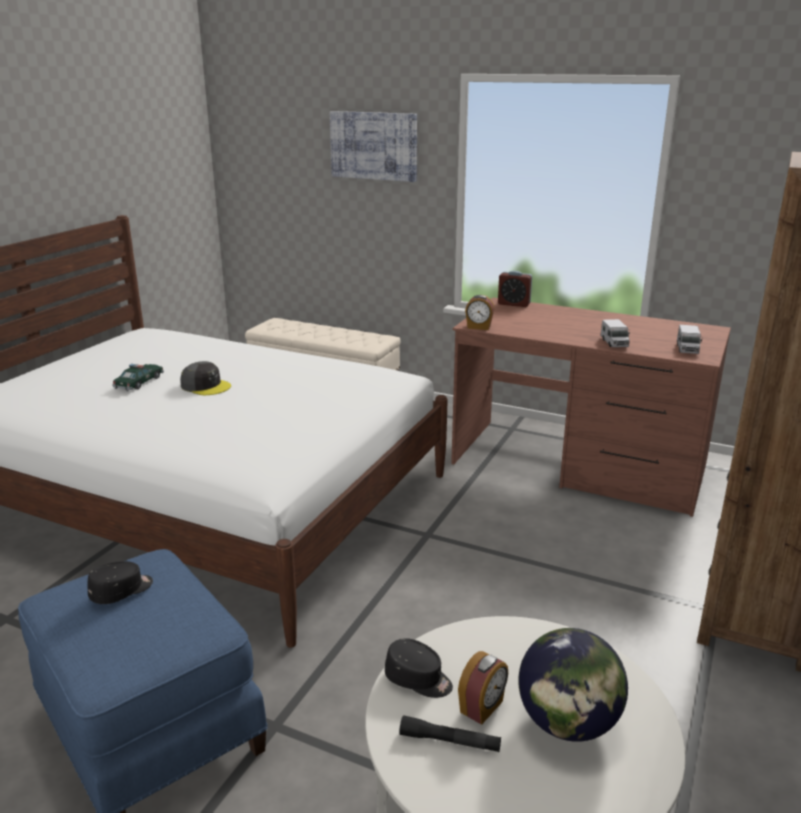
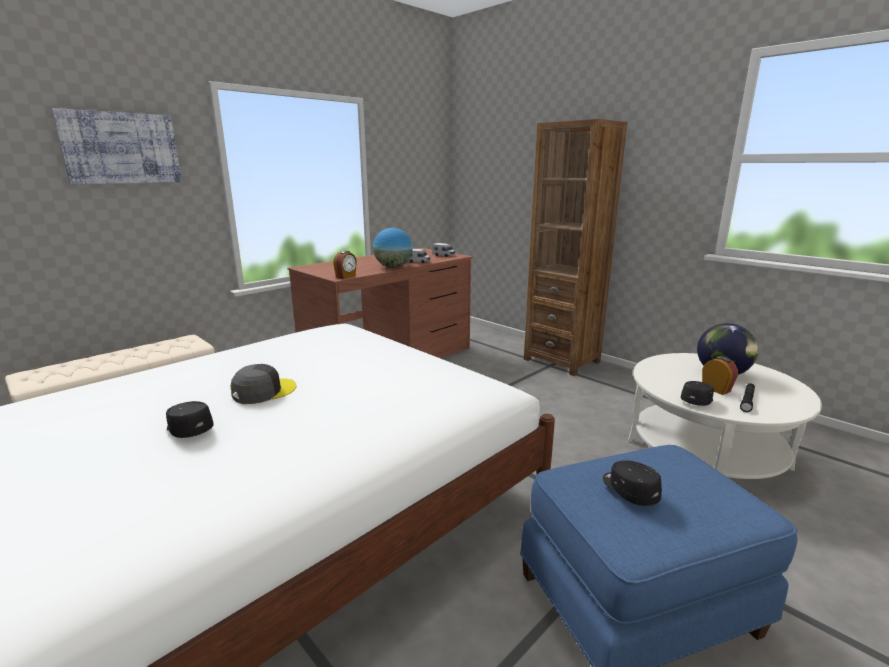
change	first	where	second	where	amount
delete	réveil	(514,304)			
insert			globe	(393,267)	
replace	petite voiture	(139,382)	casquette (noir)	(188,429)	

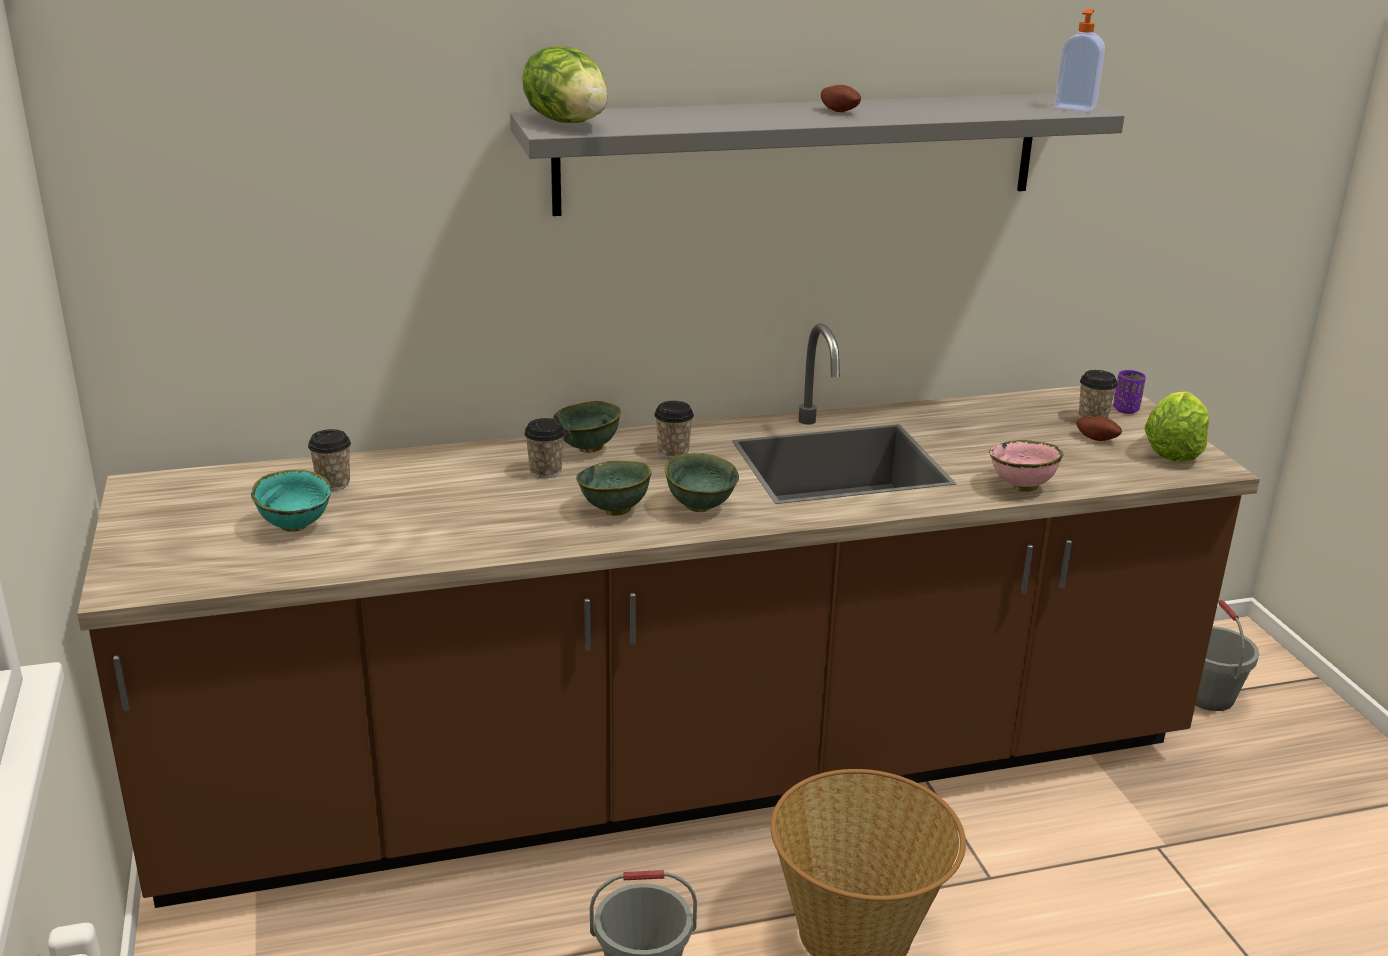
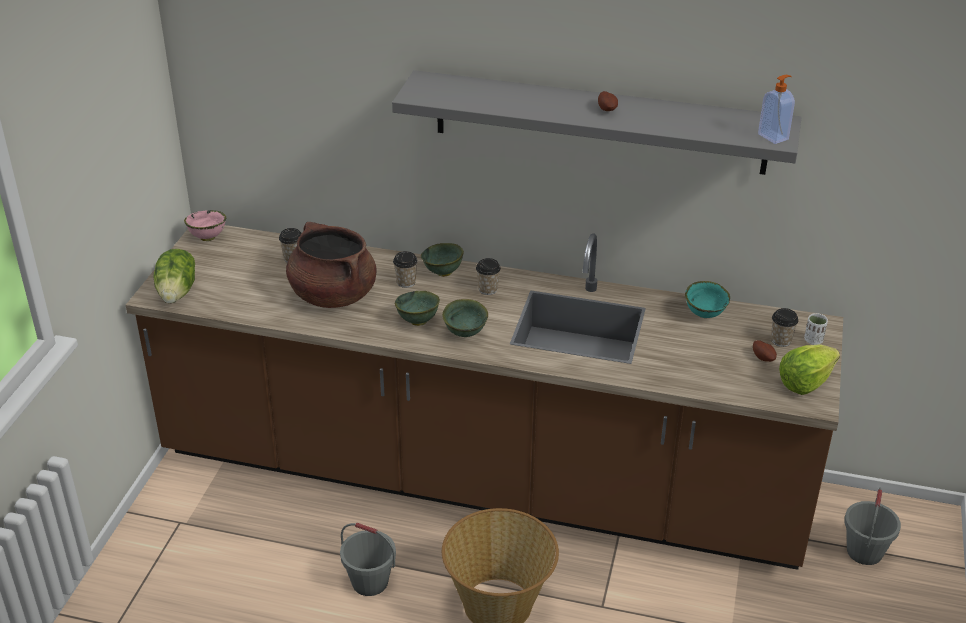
change	first	where	second	where	amount
insert			marmite (marron)	(332,295)	
move	bol (turquoise)	(296,526)		(705,314)	
move	laitue	(568,121)		(178,292)	
move	bol (rose)	(1021,487)		(207,237)	
recolor	tasse (violet)	(1126,409)	tasse (blanc)	(813,340)	

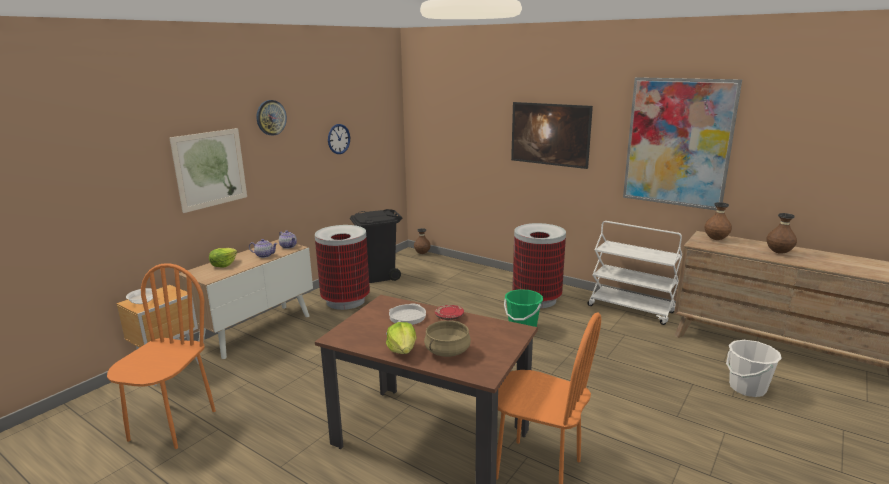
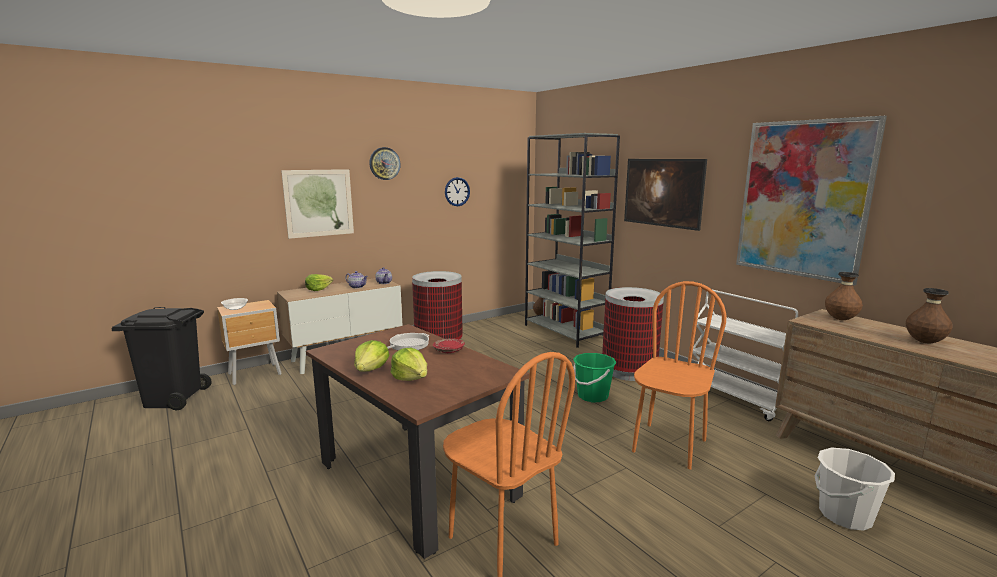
change	first	where	second	where	amount
insert			bibliothèque (gris)	(565,332)	
move	chaise (orange)	(172,425)		(668,445)	
move	poubelle (noir)	(378,276)		(174,398)	
replace	marmite (beige)	(447,351)	laitue	(411,378)	

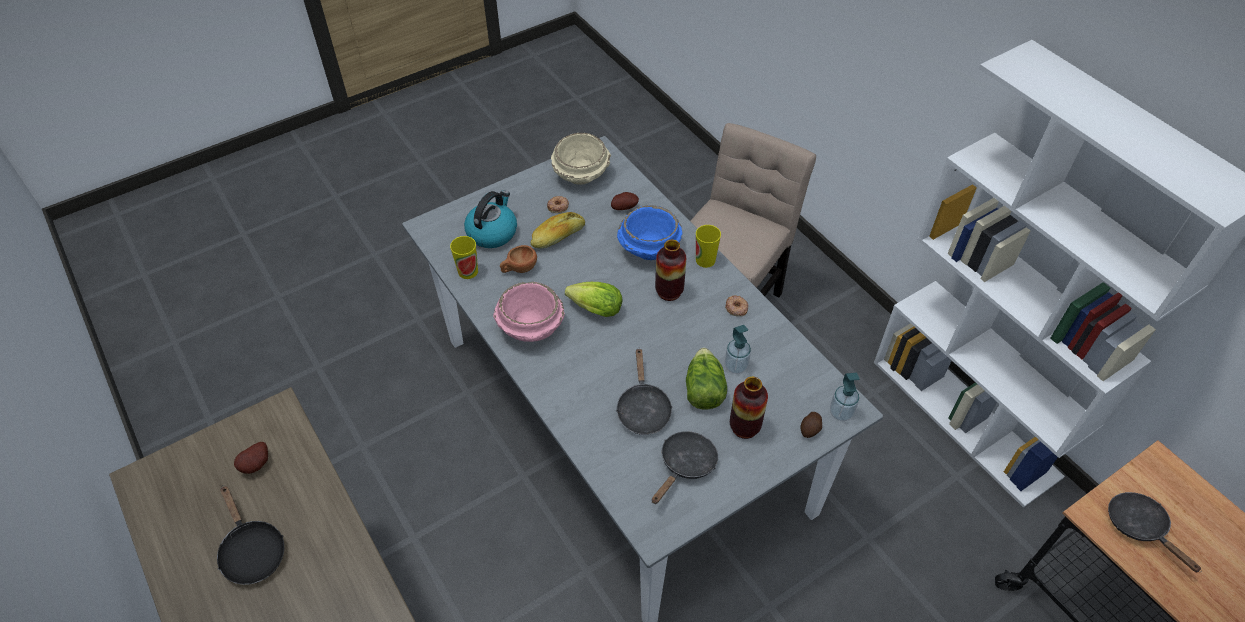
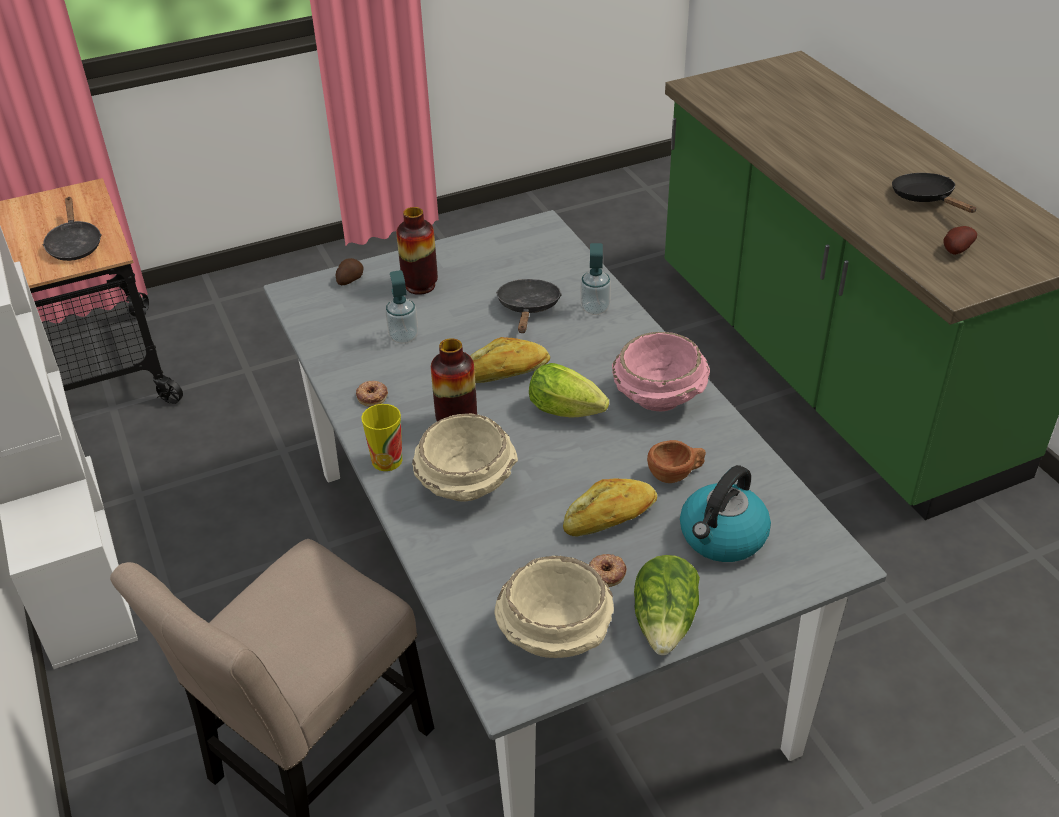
change	first	where	second	where	amount
delete	tasse	(468,271)			
delete	pomme de terre	(624,207)			
delete	poêle (noir)	(685,465)			
insert			pain	(506,373)	
move	laitue	(703,389)		(665,622)	
move	distributeur de savon	(841,413)		(595,308)	
recolor	bol (bleu)	(649,249)	bol (beige)	(467,484)	

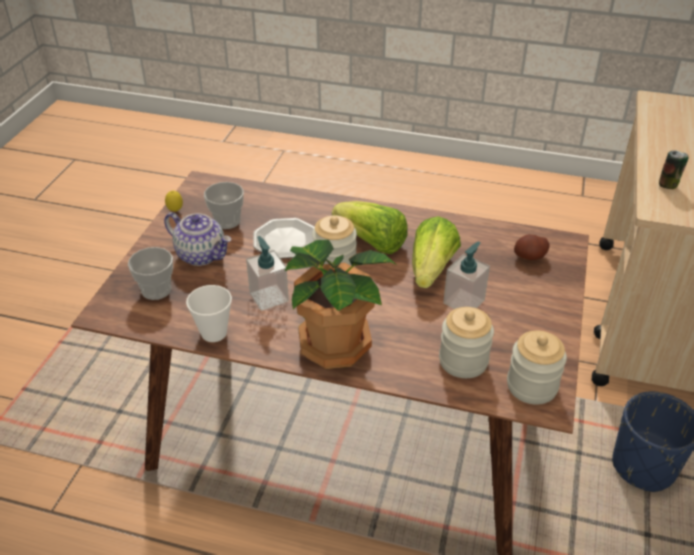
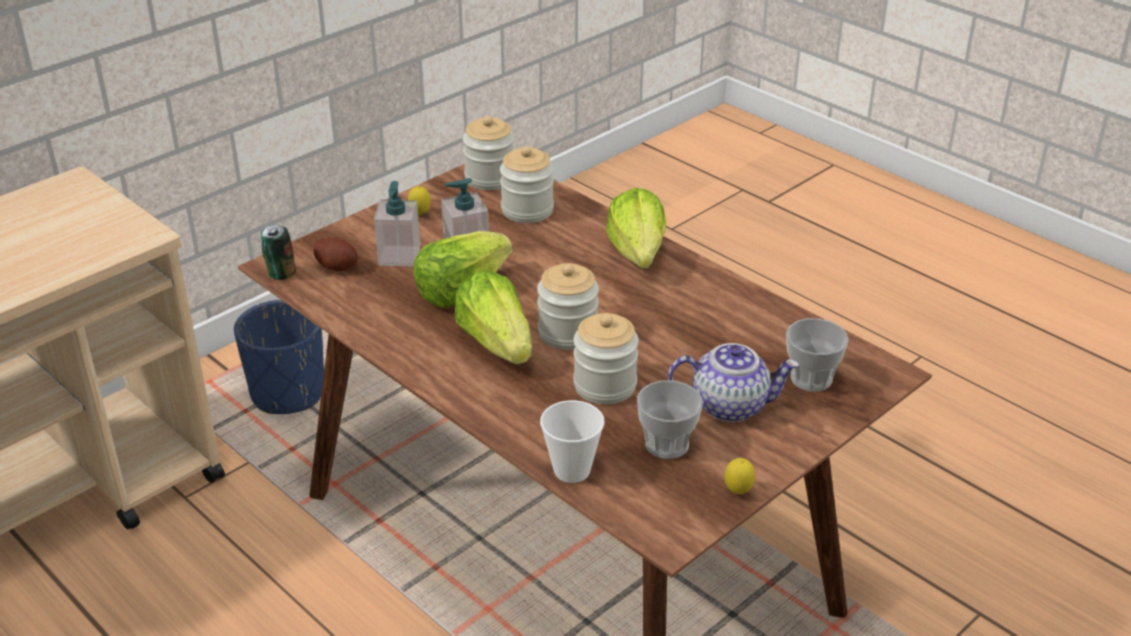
change	first	where	second	where	amount
insert			citron	(420,214)	
move	tasse	(214,333)		(572,470)	
move	distributeur de savon	(269,297)		(399,256)	
move	boîte métallique	(668,185)		(280,273)	
replace	assiette	(285,240)	bocal	(605,386)	
replace	plante en pot	(335,343)	laitue	(636,260)	
rotate	théière	(202,255)		(730,405)	120 degrees clockwise

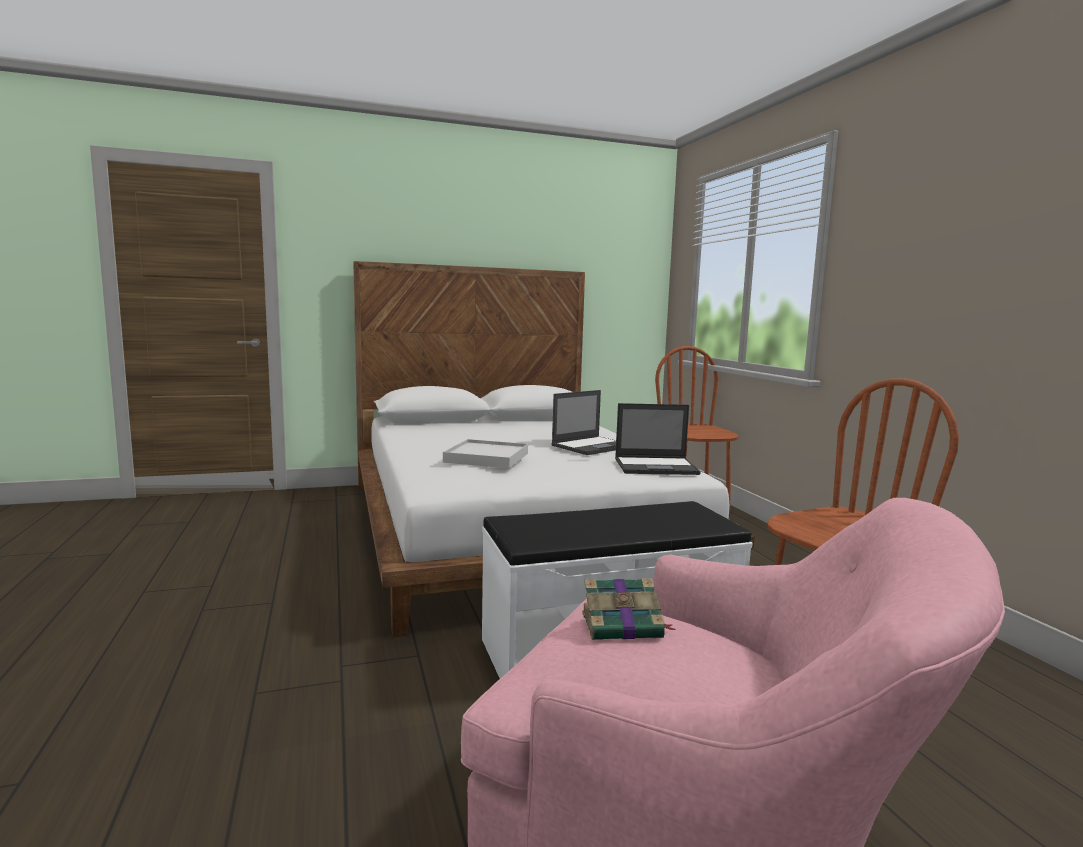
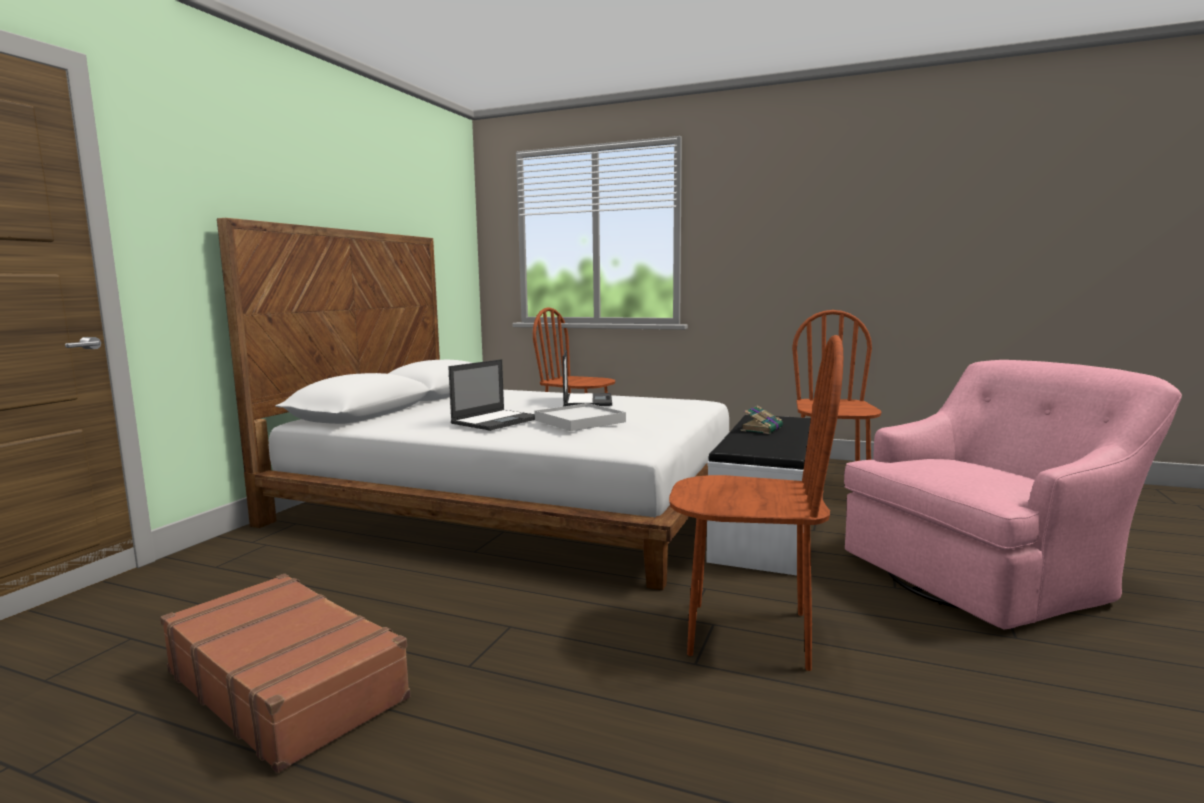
change	first	where	second	where	amount
insert			valise (marron)	(287,684)	
insert			chaise (marron)	(748,634)	
move	livre	(624,625)		(762,429)	
move	ordinateur portable	(656,466)		(497,420)	

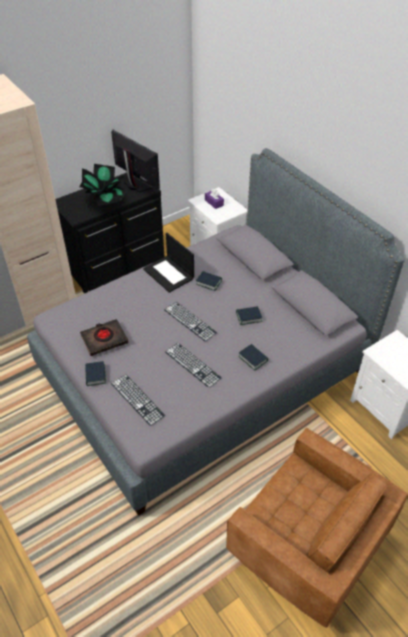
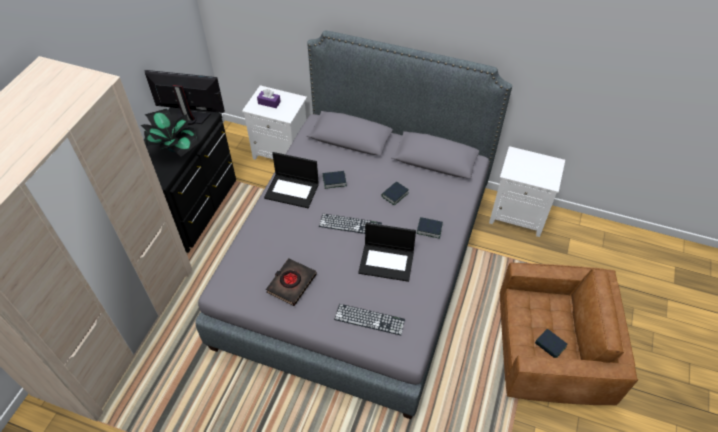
change	first	where	second	where	amount
move	livre	(95,375)		(550,345)	
replace	clavier	(193,365)	ordinateur portable	(387,262)	

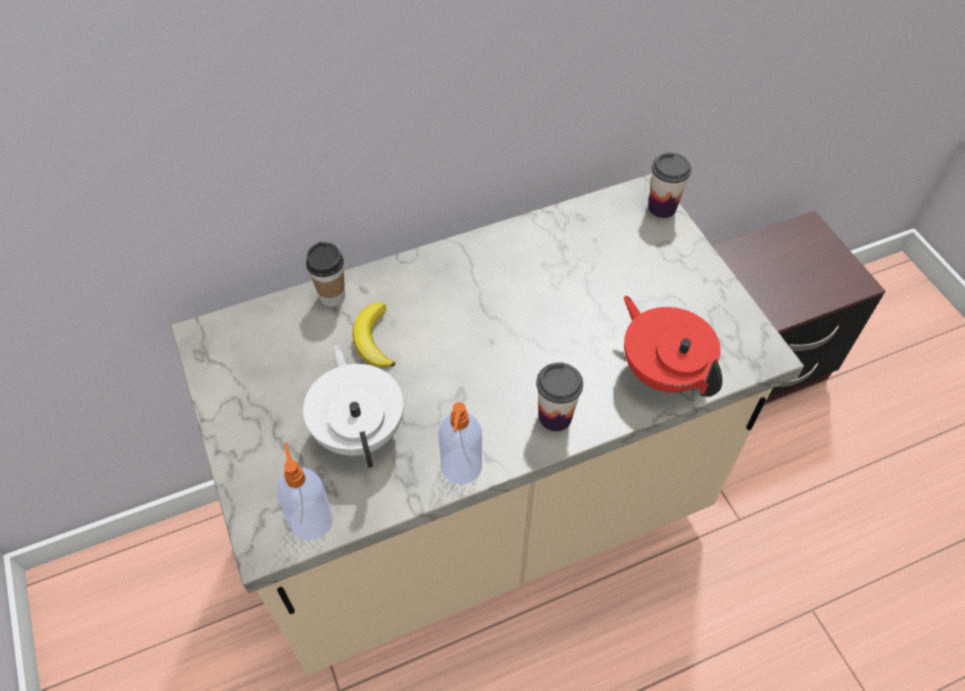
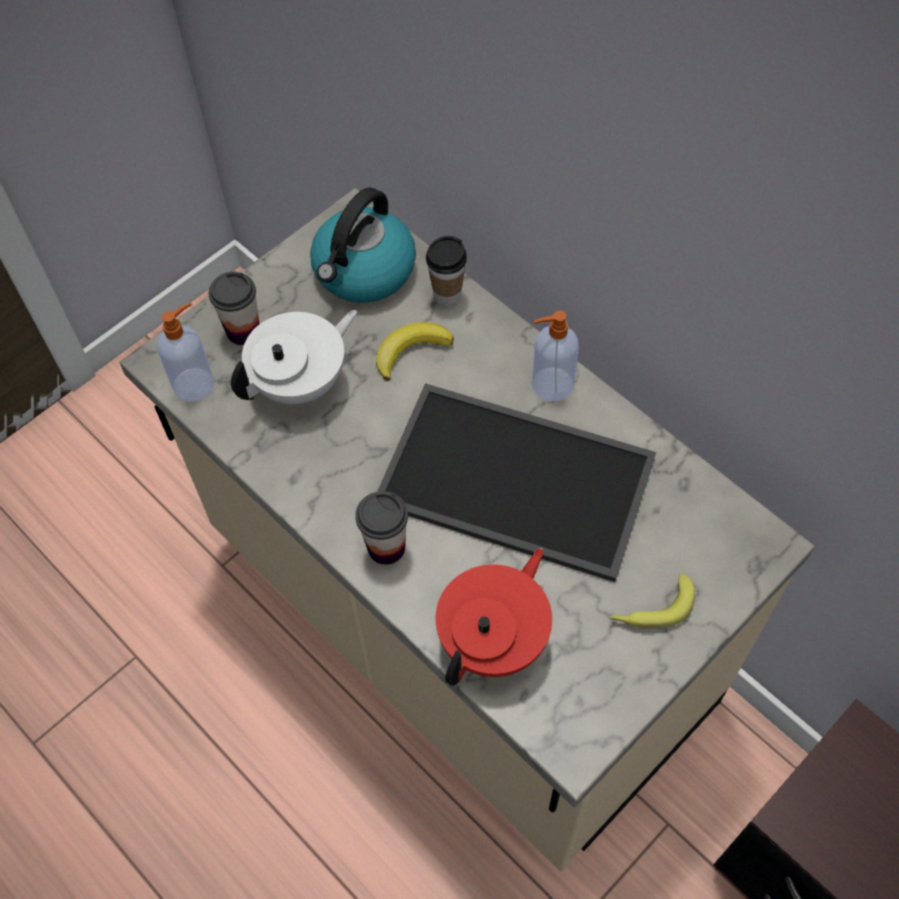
change	first	where	second	where	amount
insert			bouilloire	(364,271)	
insert			plateau	(511,483)	
insert			banane	(651,609)	
move	distributeur de savon	(461,468)		(551,385)	
move	tasse	(662,207)		(243,331)	

